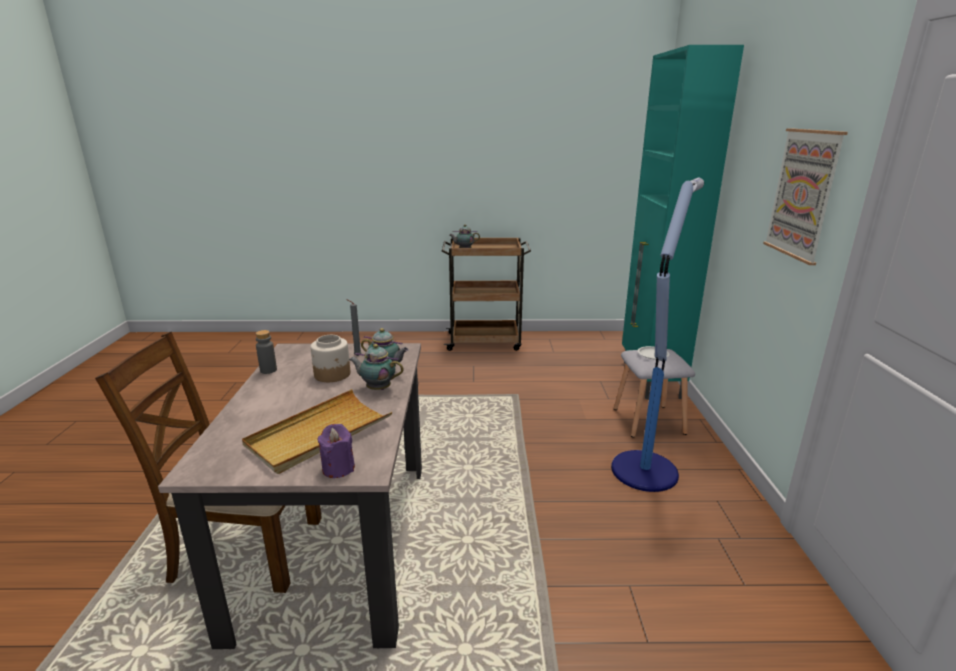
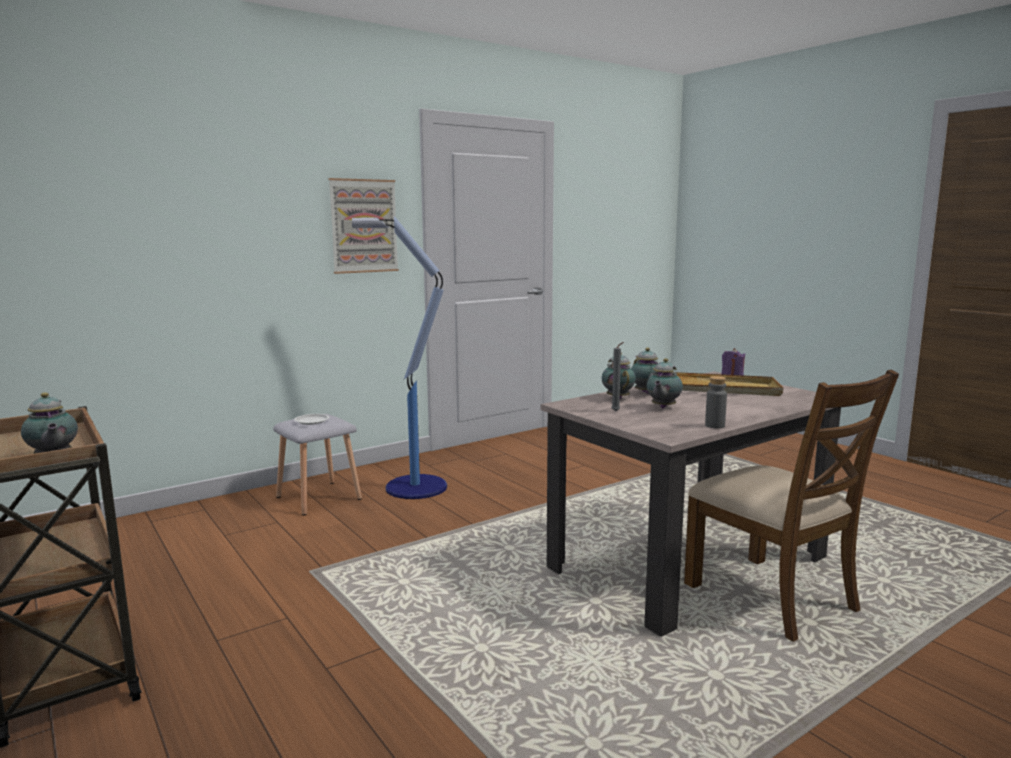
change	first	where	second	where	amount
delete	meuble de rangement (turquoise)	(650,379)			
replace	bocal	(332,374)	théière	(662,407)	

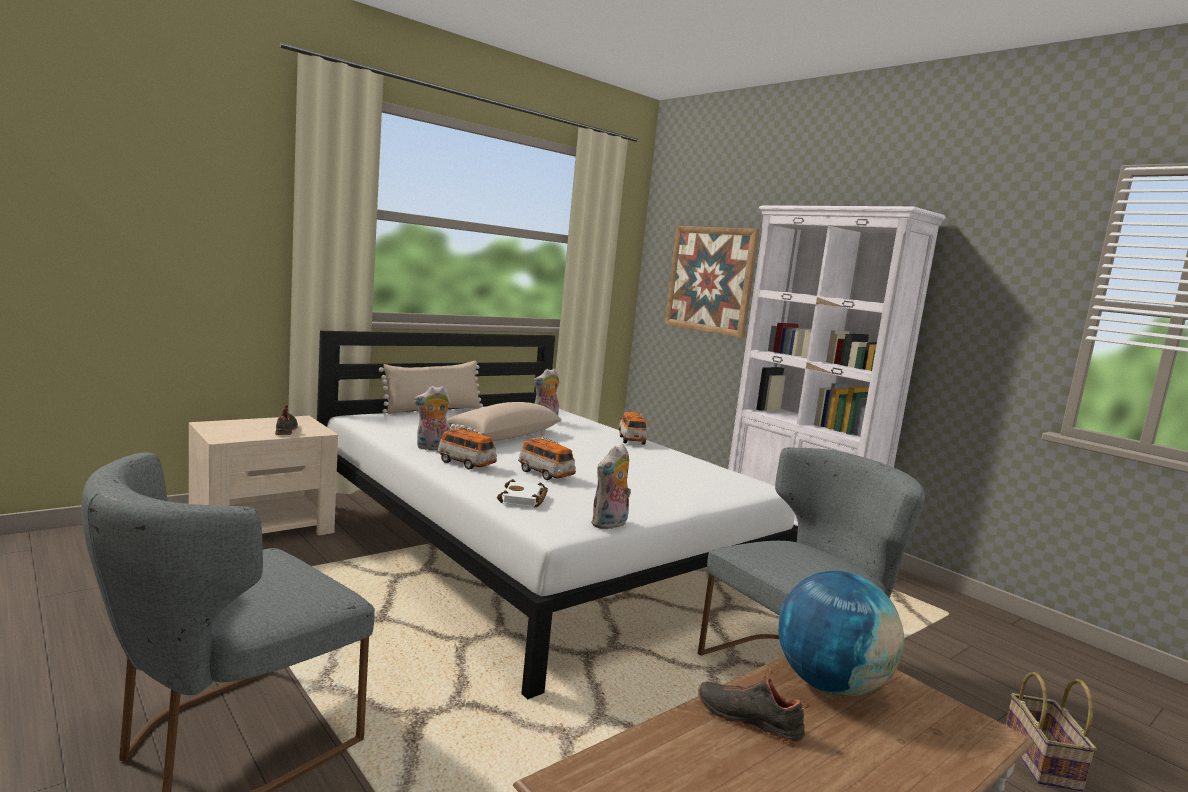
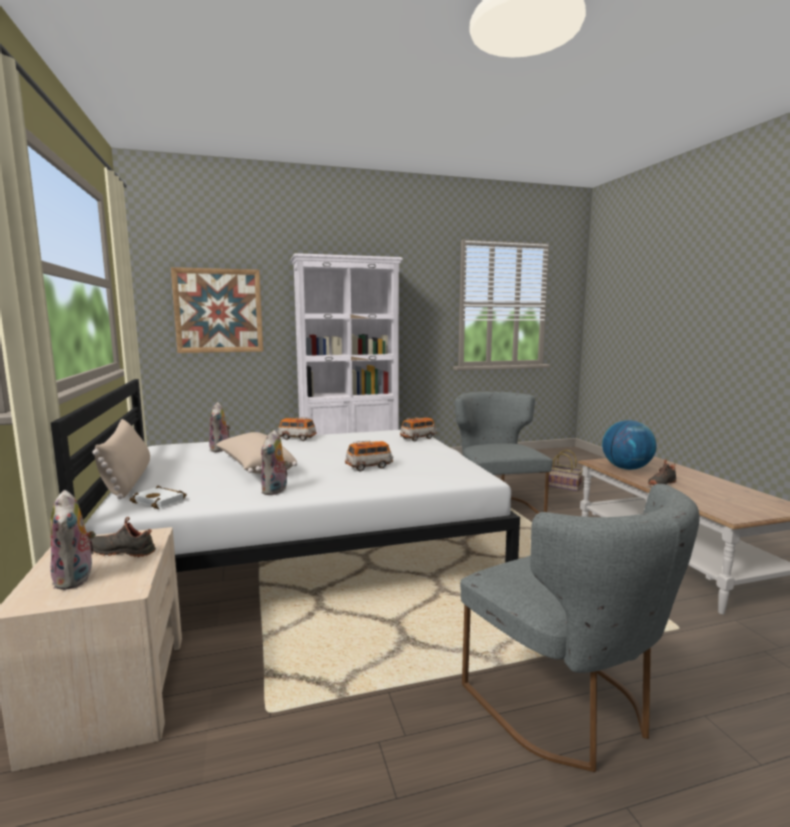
change	first	where	second	where	amount
move	petite voiture	(466,464)		(418,438)	
move	livre (blanc)	(524,499)		(161,501)	
move	peluche	(610,524)		(76,579)	

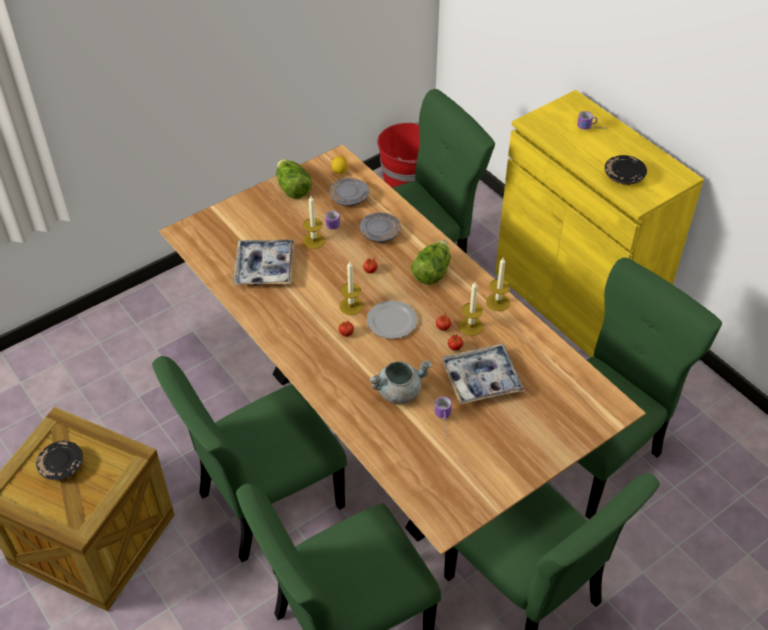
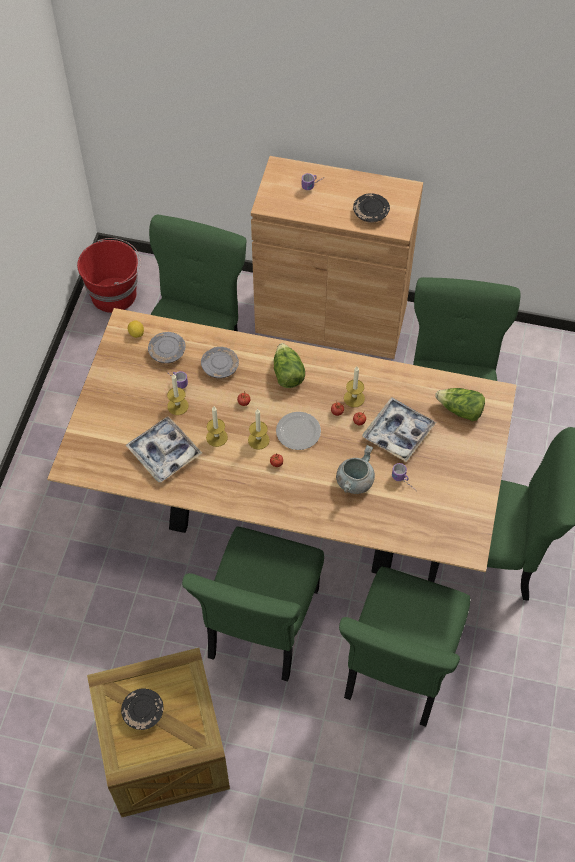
change	first	where	second	where	amount
move	laitue	(292,188)		(460,410)	
move	bougie	(497,302)		(216,437)	
recolor	meuble de rangement (jaune)	(575,301)	meuble de rangement (marron)	(331,318)	

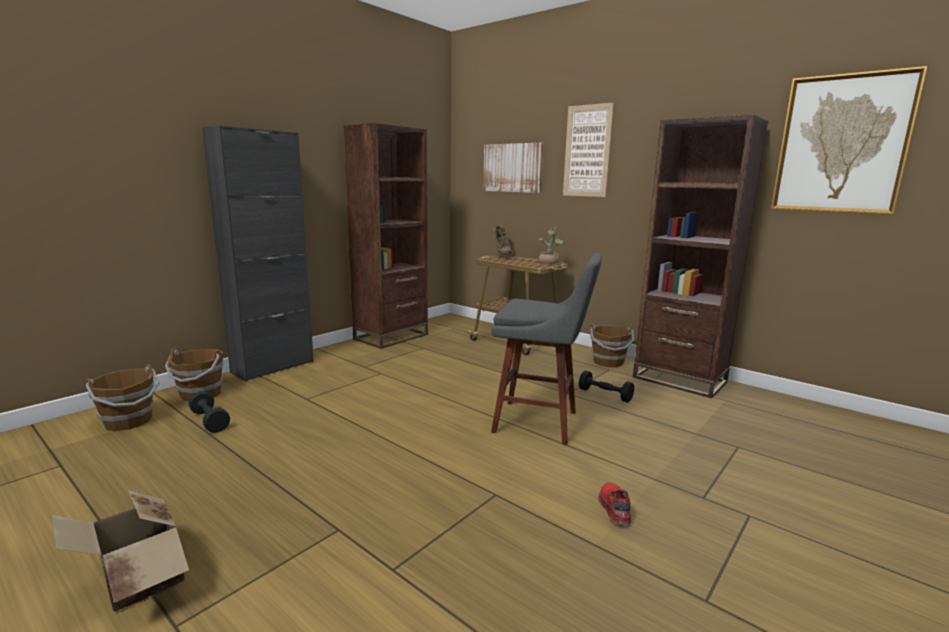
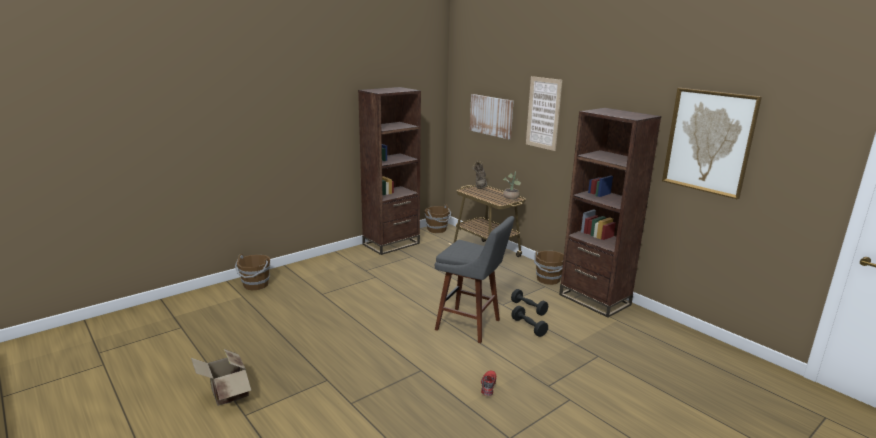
change	first	where	second	where	amount
delete	meuble de rangement (noir)	(273,367)			
move	seau (marron)	(129,421)		(437,230)	
move	haltère (noir)	(210,421)		(528,327)	

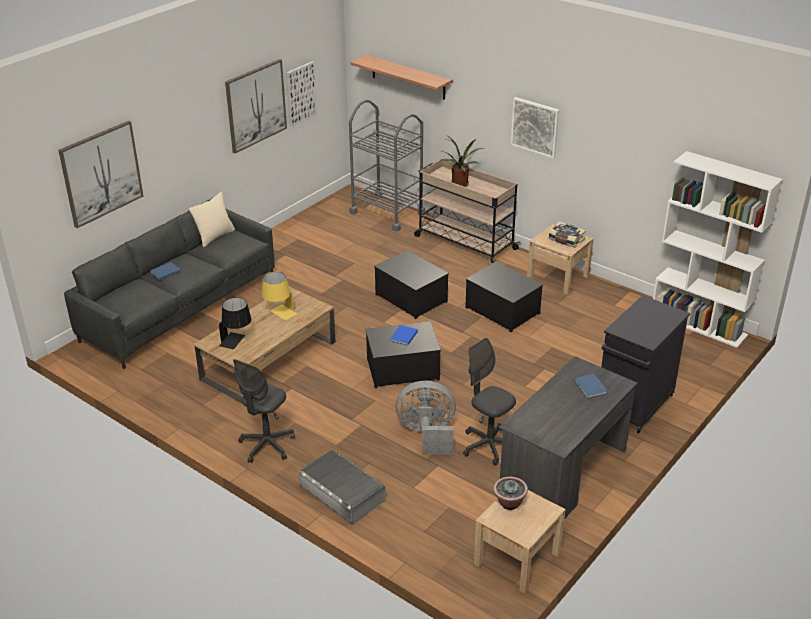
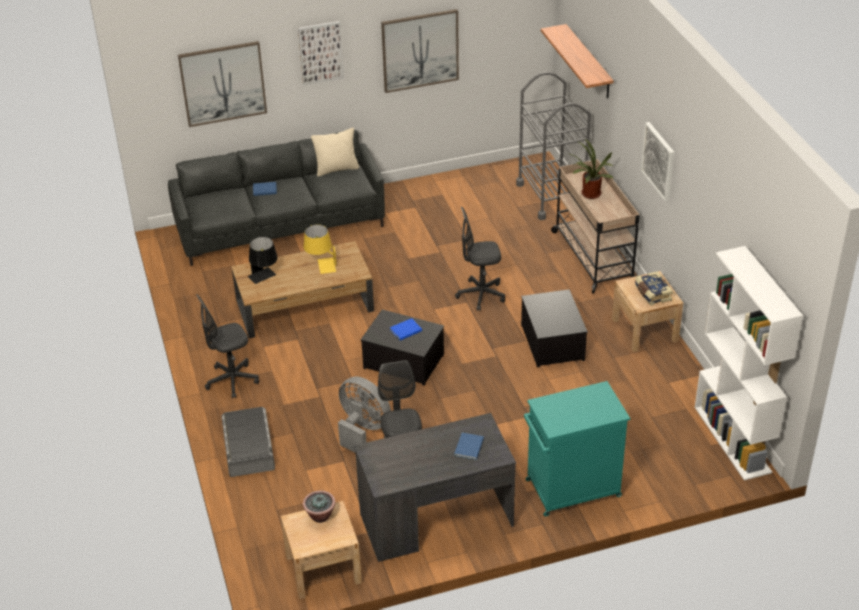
change	first	where	second	where	amount
move	tableau	(301,94)		(321,53)	
replace	boîte de rangement	(410,298)	chaise de bureau (gris)	(481,295)	
recolor	meuble de rangement (noir)	(633,406)	meuble de rangement (turquoise)	(571,489)	

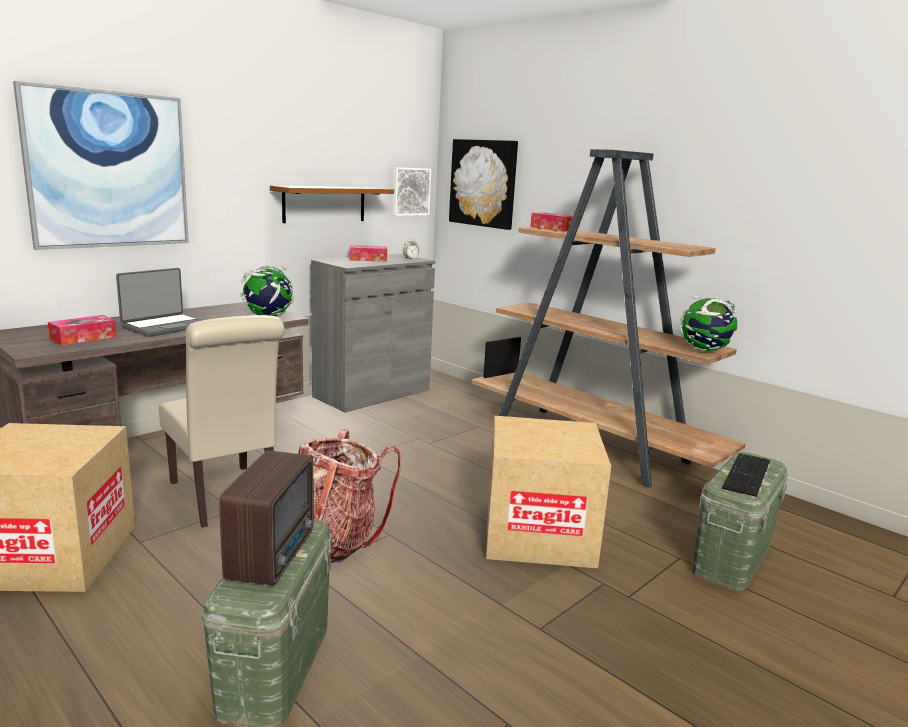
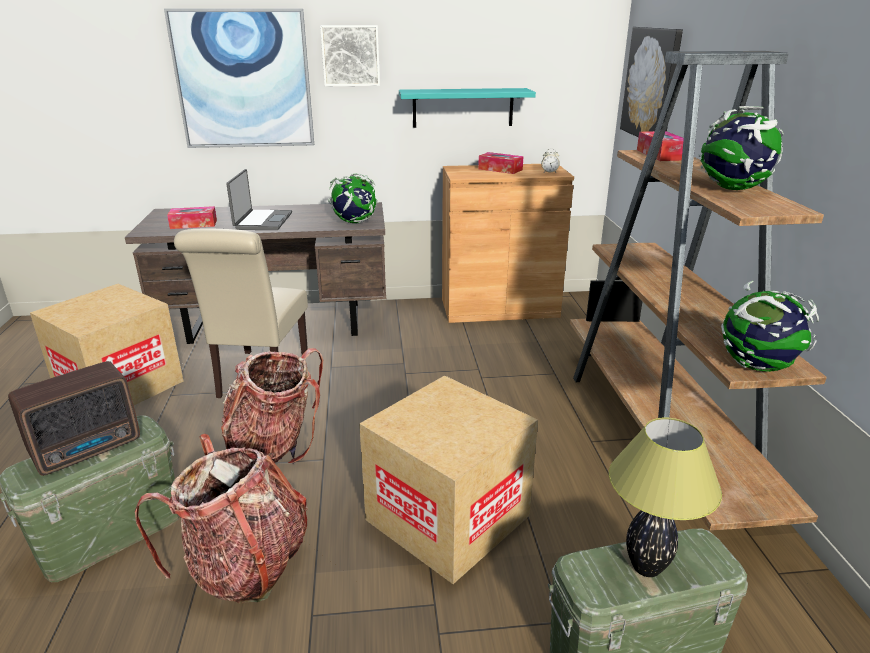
change	first	where	second	where	amount
insert			sac à dos	(245,565)	
insert			globe	(733,189)	
move	tableau	(409,191)		(350,55)	
replace	clavier	(748,476)	lampe de table	(646,568)	
recolor	étagère (marron)	(324,204)	étagère (turquoise)	(463,107)	
recolor	meuble de rangement (gris)	(372,393)	meuble de rangement (marron)	(499,308)	
rotate	ordinateur portable	(165,326)		(262,221)	75 degrees counterclockwise

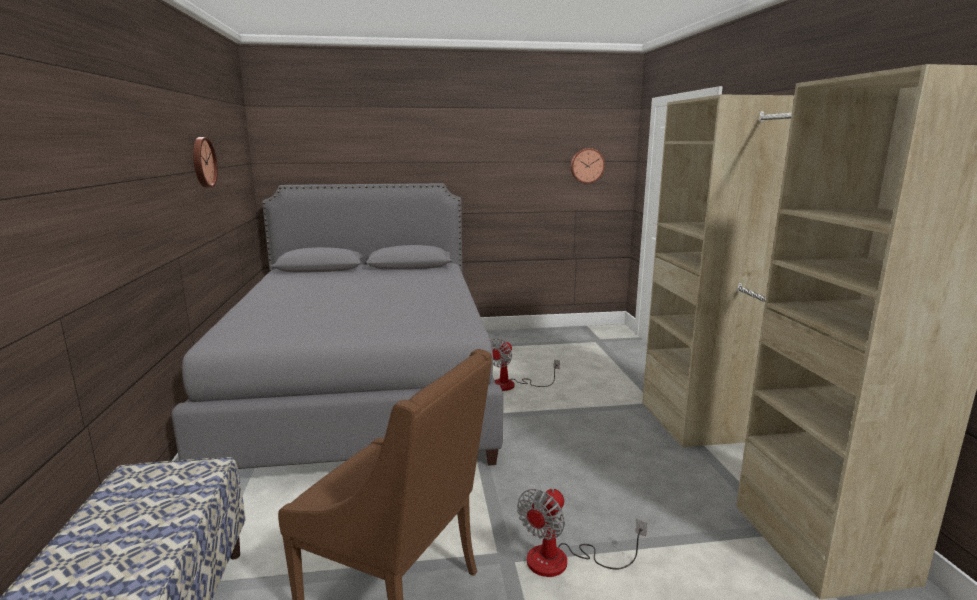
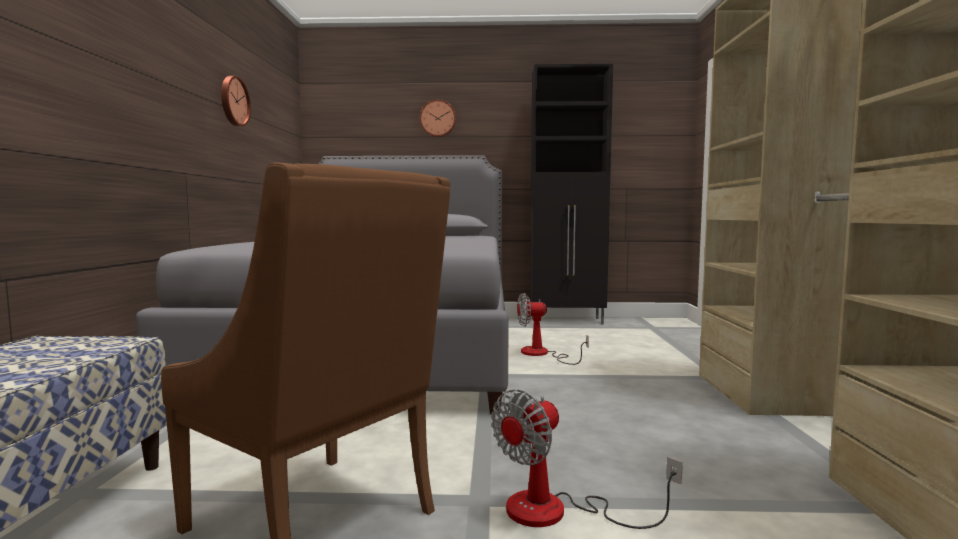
change	first	where	second	where	amount
insert			meuble de rangement (noir)	(567,321)	
move	horloge murale	(587,165)		(438,118)	
rotate	ventilateur	(512,385)		(542,354)	45 degrees clockwise

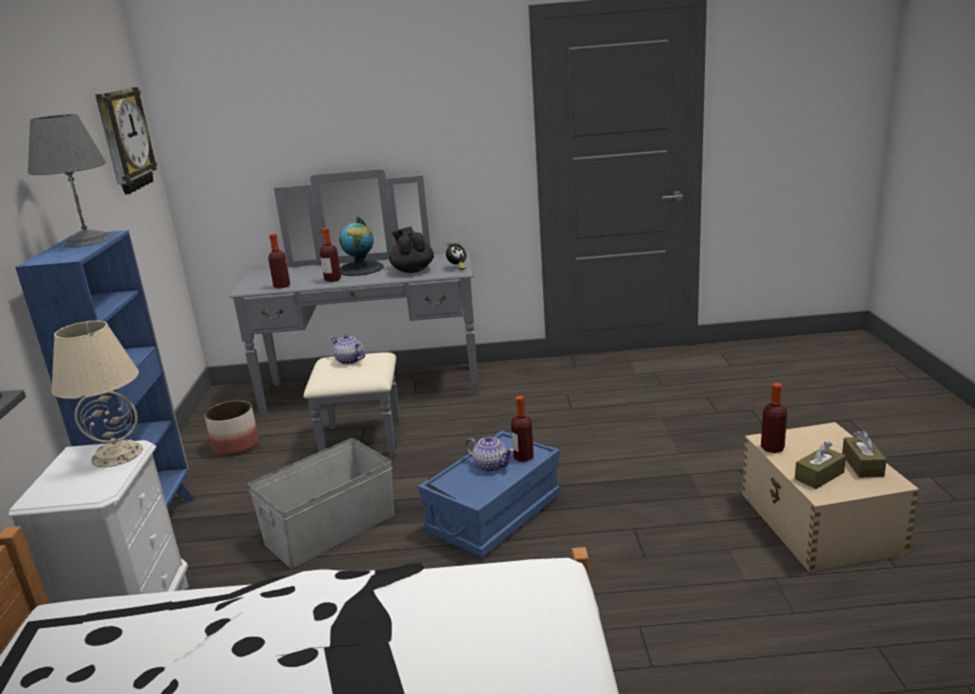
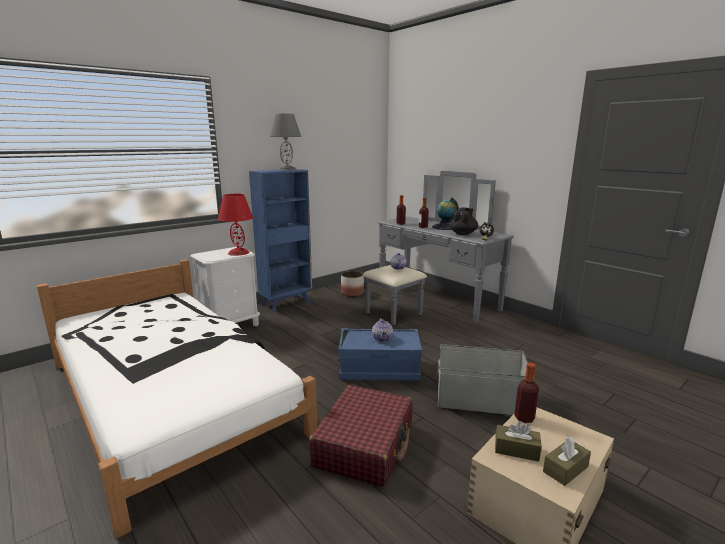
change	first	where	second	where	amount
delete	horloge murale	(124,140)			
delete	bouteille	(523,457)			
insert			valise (rouge)	(365,445)	
move	boîte de rangement (gris)	(331,529)		(479,400)	
recolor	lampe de table (beige)	(117,454)	lampe de table (rouge)	(239,252)	

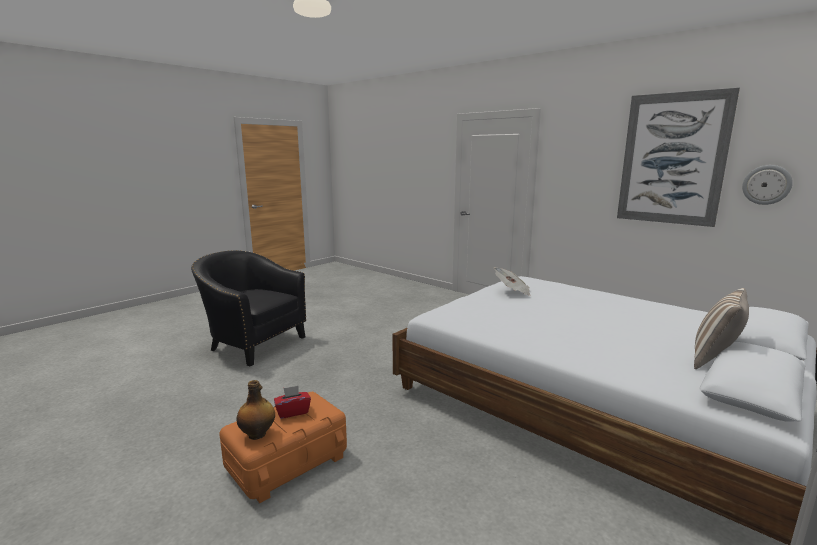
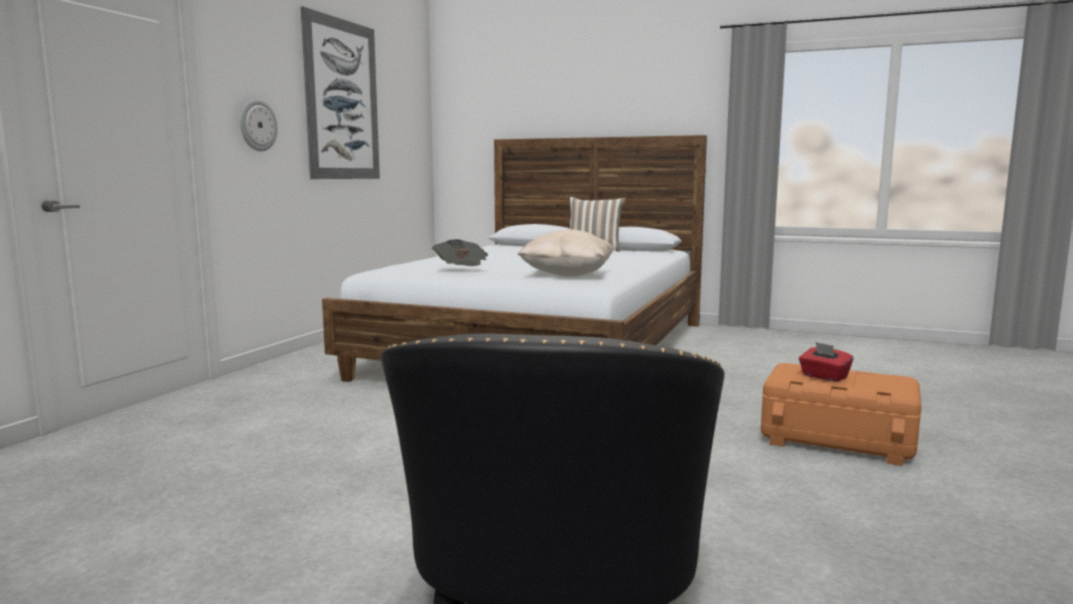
change	first	where	second	where	amount
delete	bouteille	(258,434)			
insert			coussin (beige)	(567,275)	
move	horloge murale	(766,184)		(257,125)	

